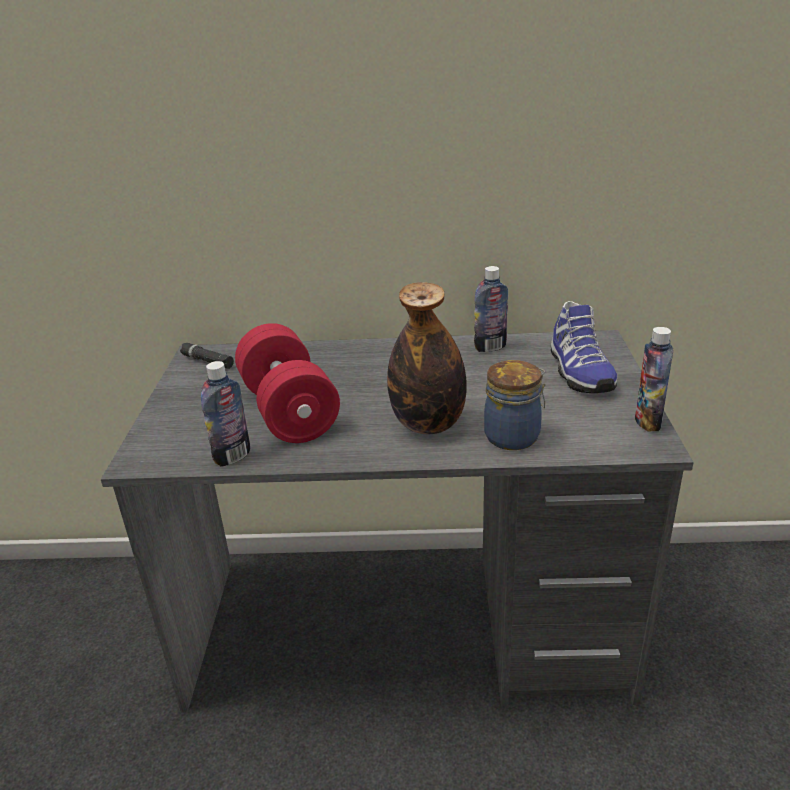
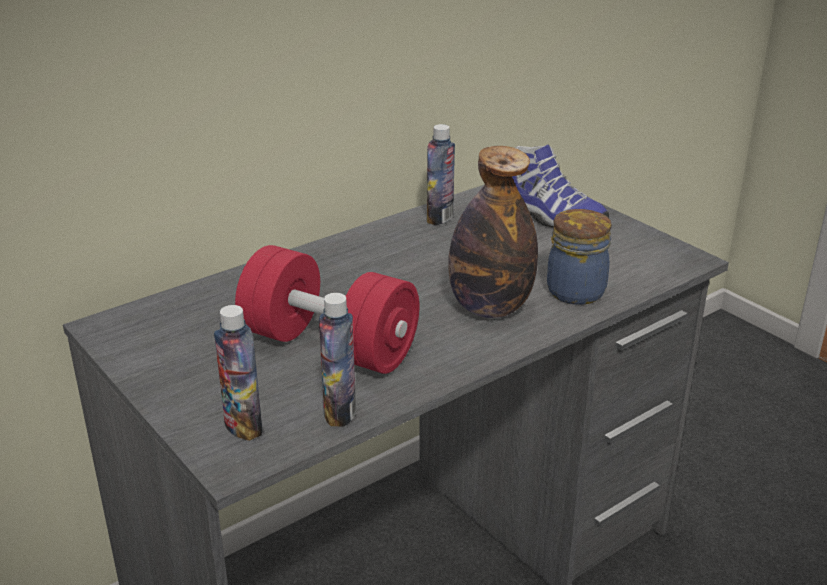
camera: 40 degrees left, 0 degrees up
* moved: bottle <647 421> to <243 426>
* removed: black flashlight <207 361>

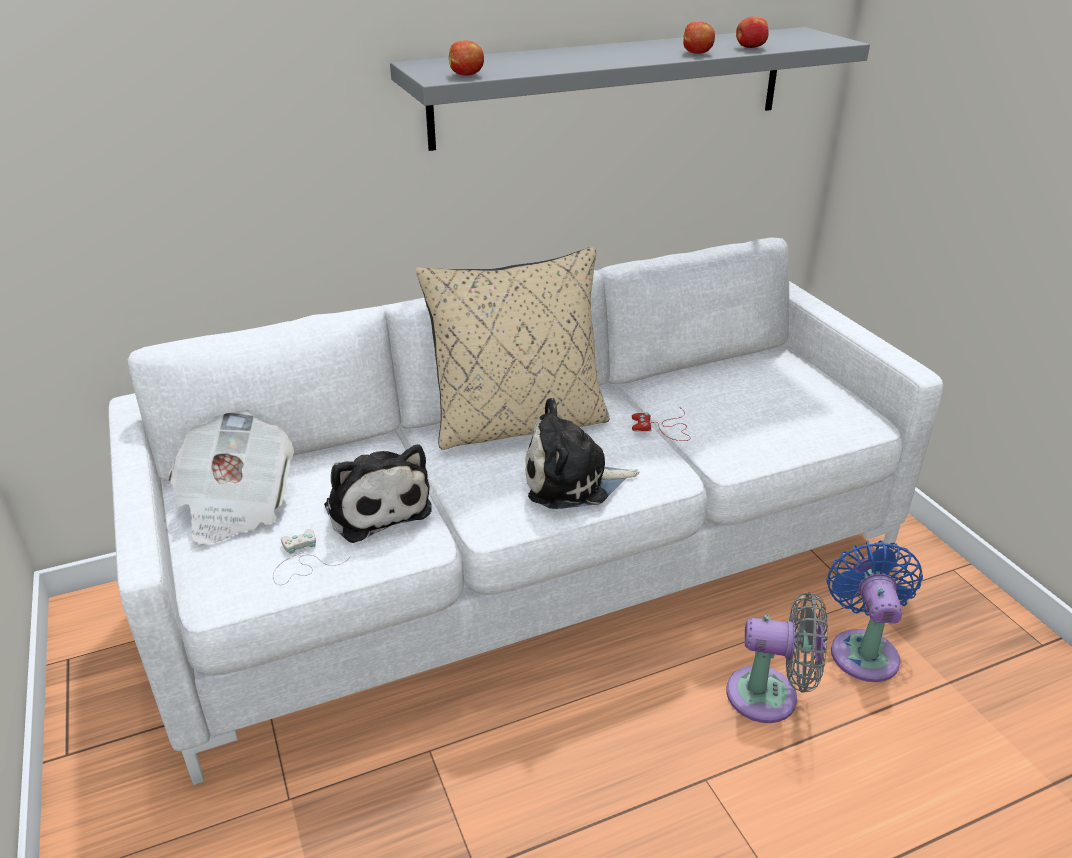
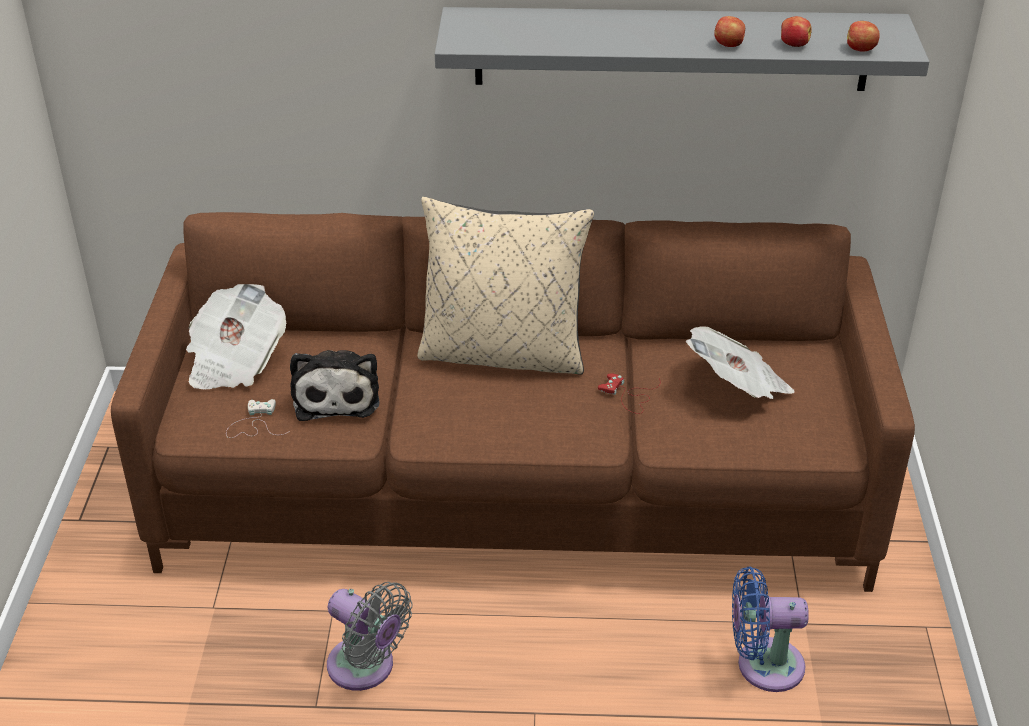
camera: 25 degrees right, 5 degrees up
* recoloured: white sofa <536 568> to brown sofa <514 491>
* moved: grey fan <770 696> to <366 668>
* added: newspaper <737 387>
* turned: blue fan <863 650> = <763 665> 120 degrees counterclockwise
* moved: apple <467 75> to <861 49>
* removed: plush toy <572 481>

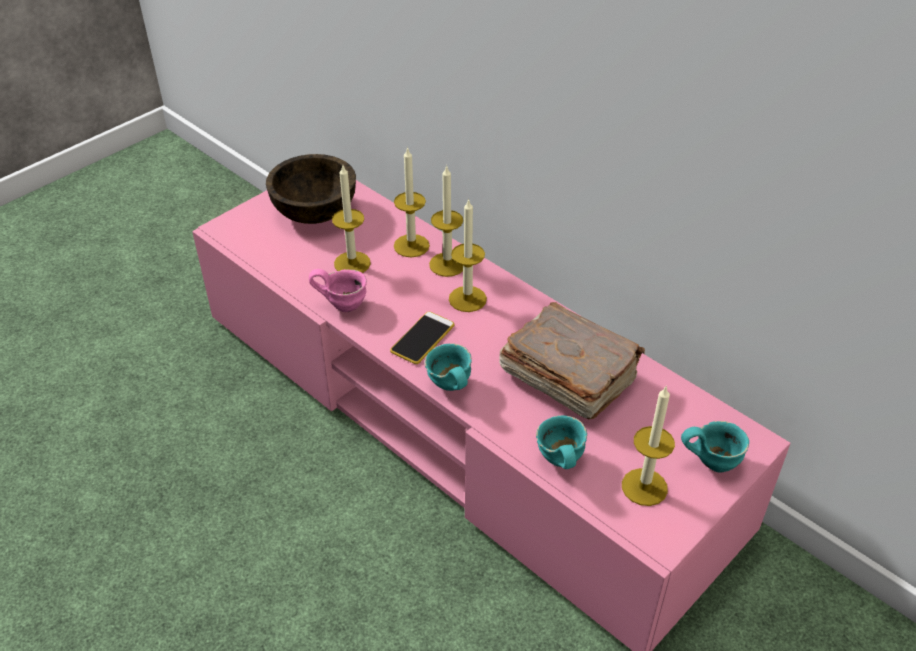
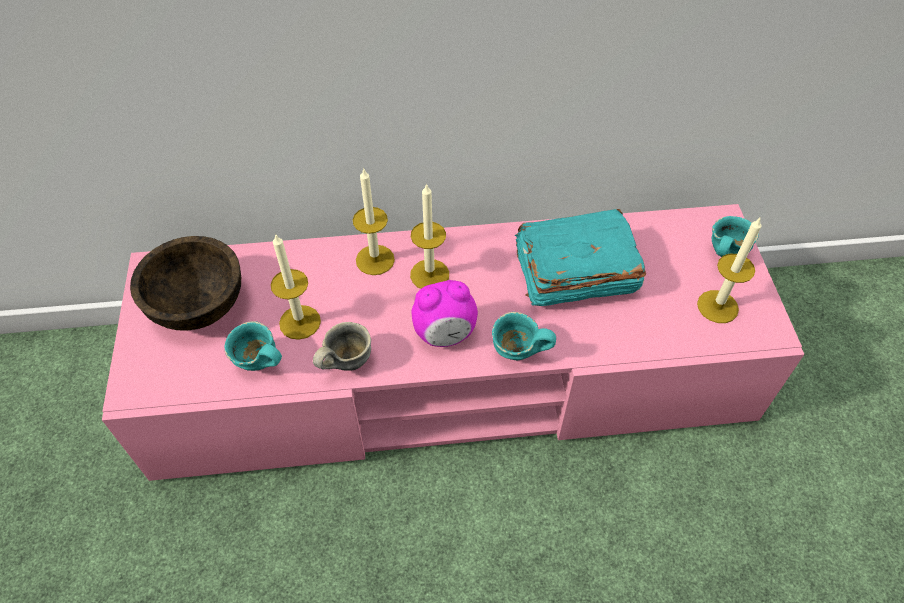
camera: 50 degrees left, 10 degrees up
* moved: turquoise mug <558 462> to <258 365>
* recoloured: pink mug <343 304> to grey mug <345 362>
* replaced: phone <422 338> to alarm clock <445 334>
* recoloured: brown book <567 375> to turquoise book <573 273>
* removed: candle <411 245>

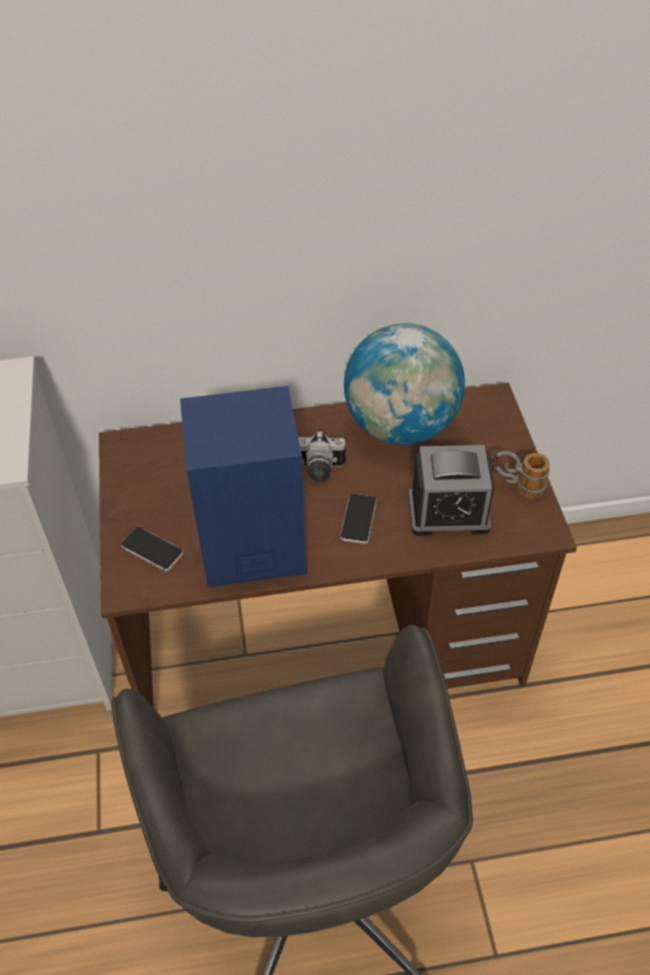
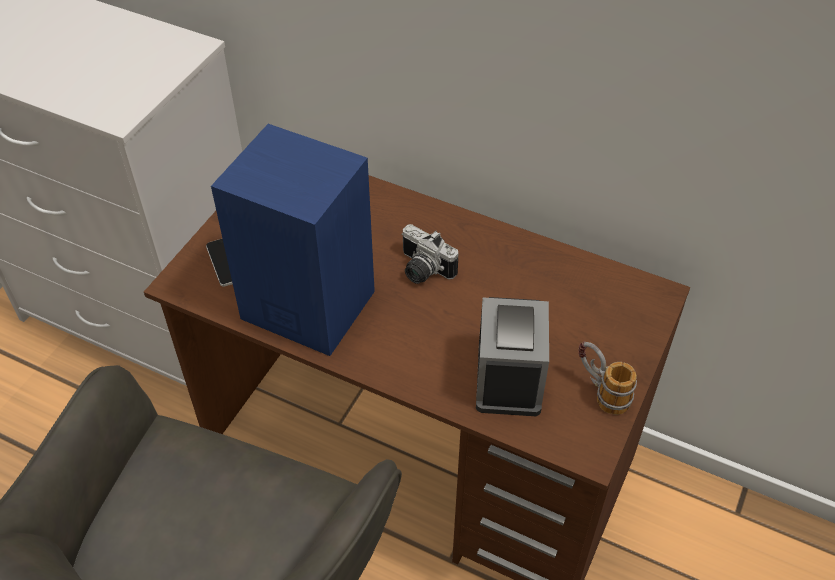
camera: 35 degrees right, 0 degrees up
* turned: alarm clock <448 512> = <509 377> 120 degrees counterclockwise
* removed: phone <358 519>
* removed: globe <401 427>

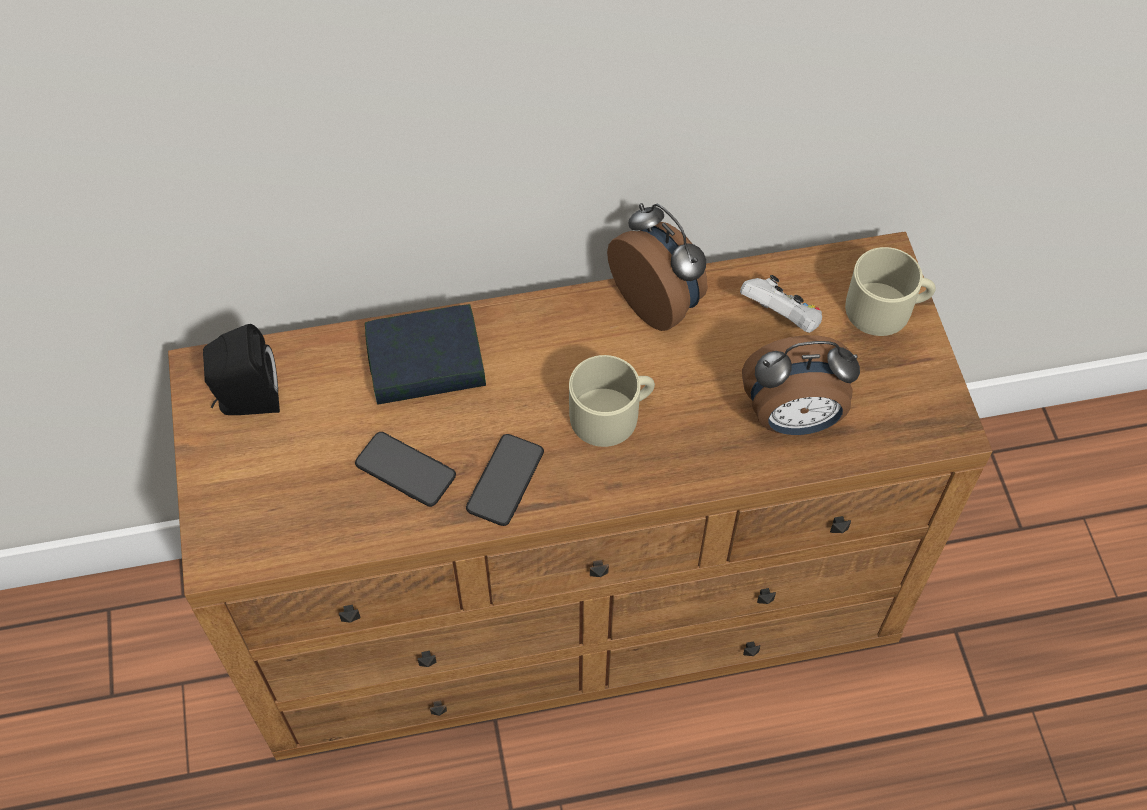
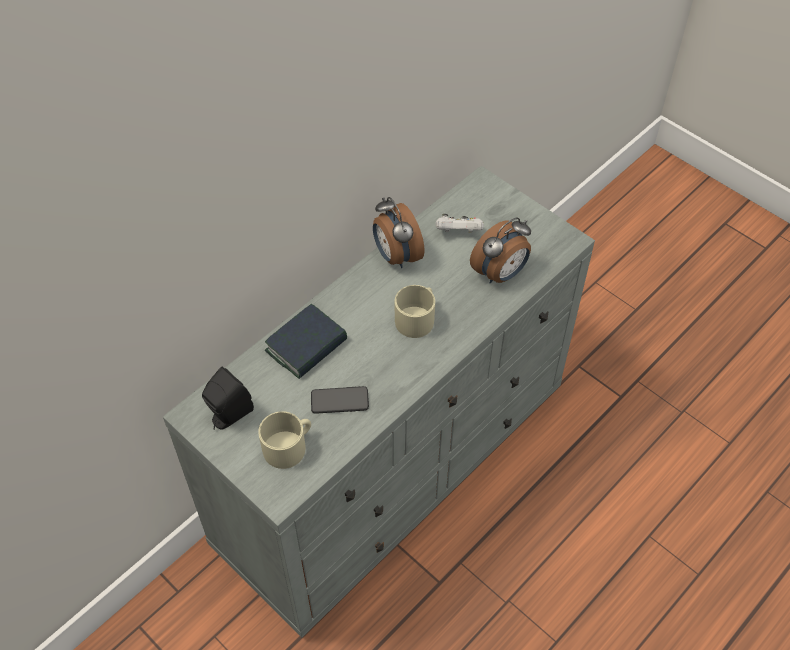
camera: 35 degrees left, 5 degrees down
* recoloured: brown dresser <577 604> to grey dresser <395 463>
* moved: beige mug <886 308> to <289 446>
* turned: alarm clock <658 302> = <396 256> 135 degrees counterclockwise
* removed: phone <505 480>

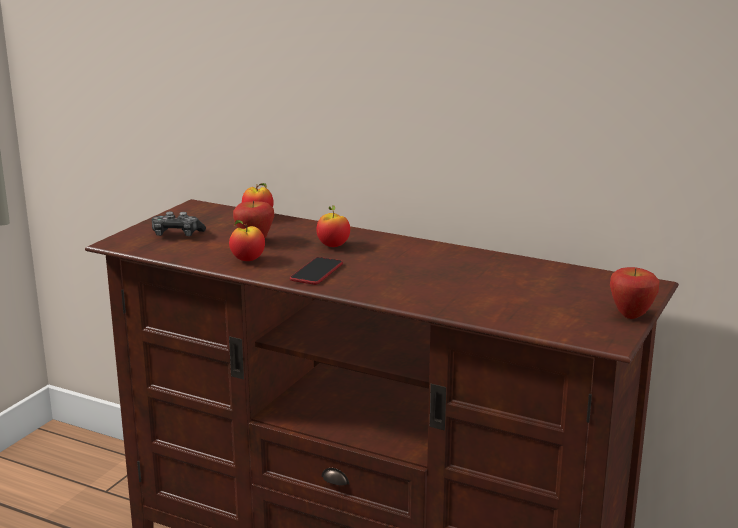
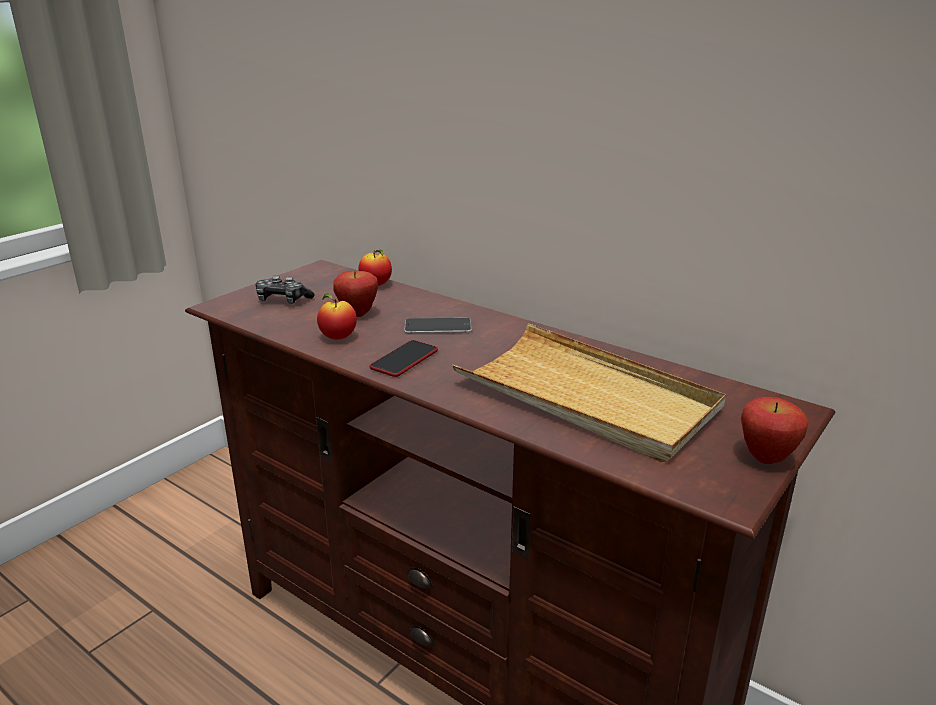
camera: 10 degrees right, 5 degrees up
* replaced: apple <333 246> to phone <438 326>
* added: beige tray <586 397>

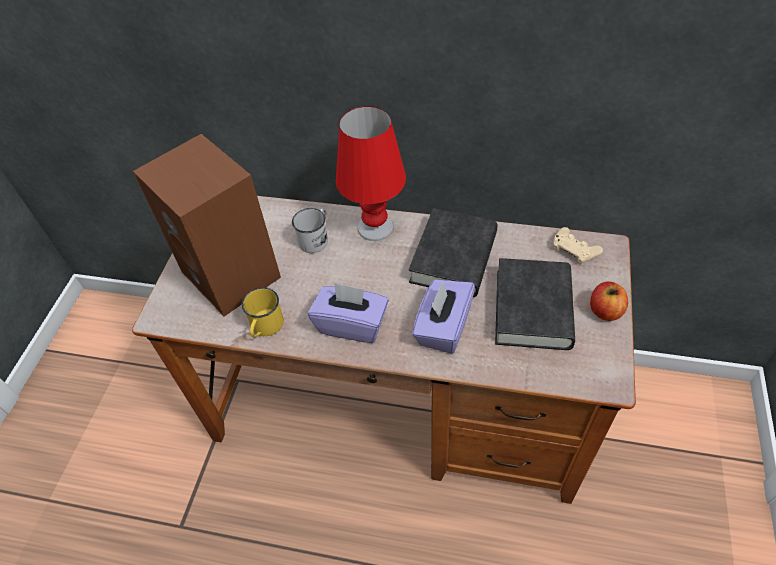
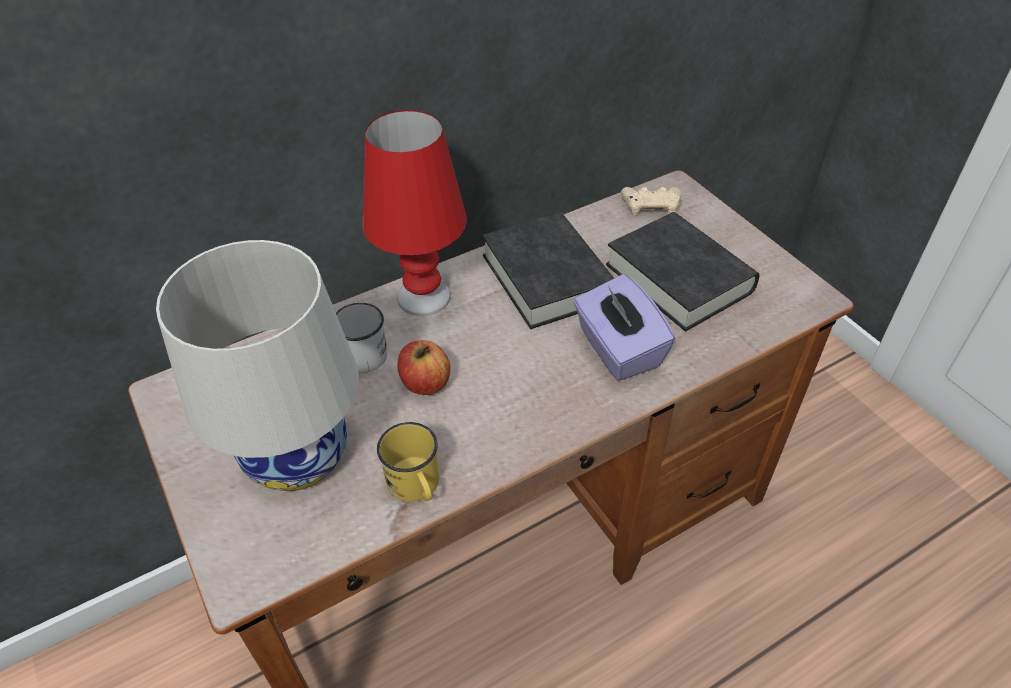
camera: 45 degrees left, 5 degrees down
* replaced: brown speaker <234 275> to white table lamp <298 457>
* moved: apple <605 311> to <425 383>
* removed: purple tissue box <352 324>

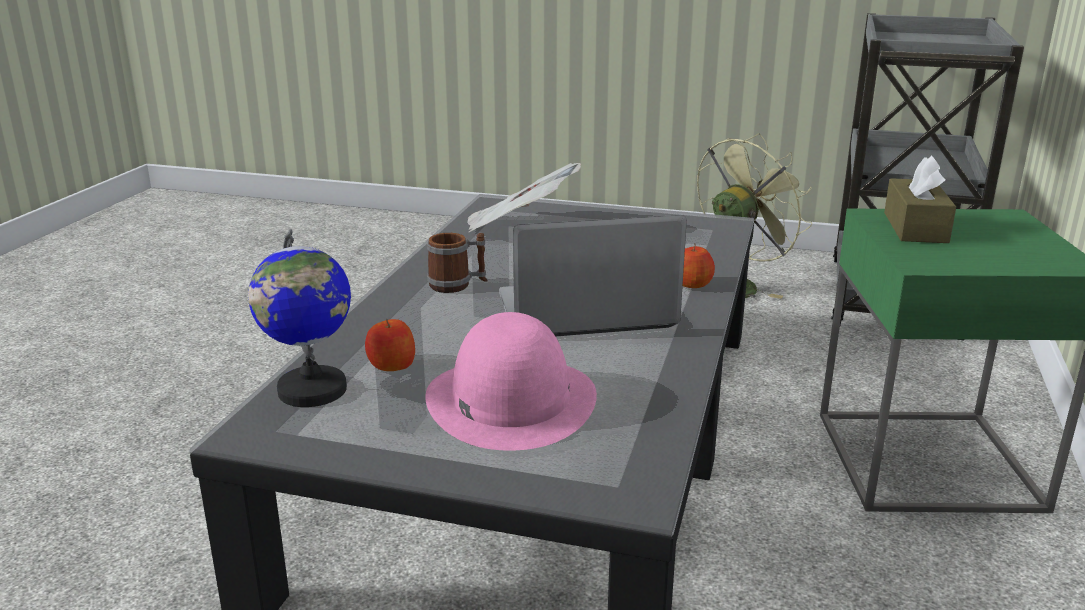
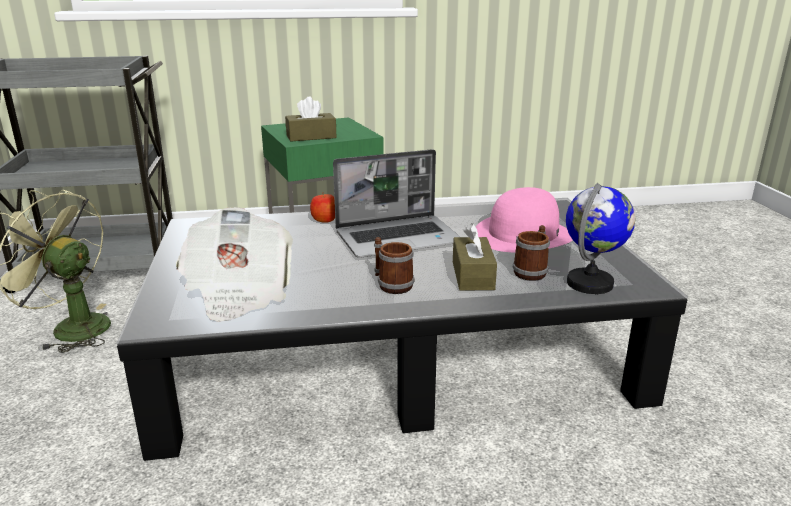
camera: 115 degrees left, 0 degrees up
* turned: laptop <584 313> = <399 238> 75 degrees counterclockwise
* added: brown tissue box <472 275>
* replaced: apple <391 365> to mug <532 271>

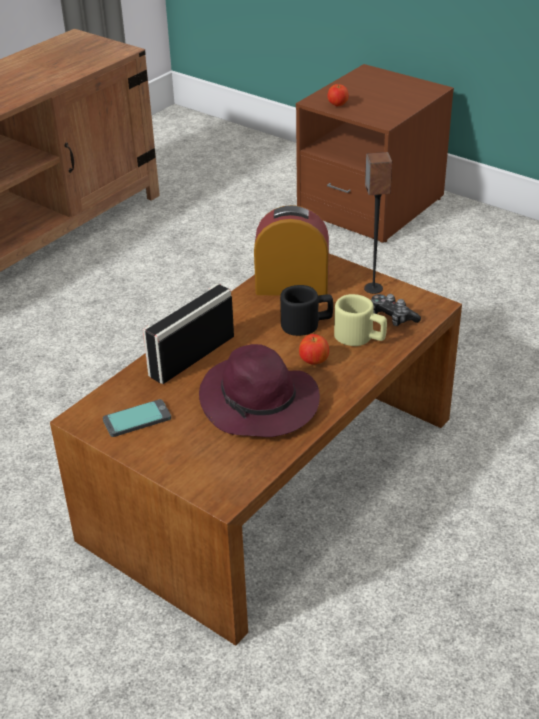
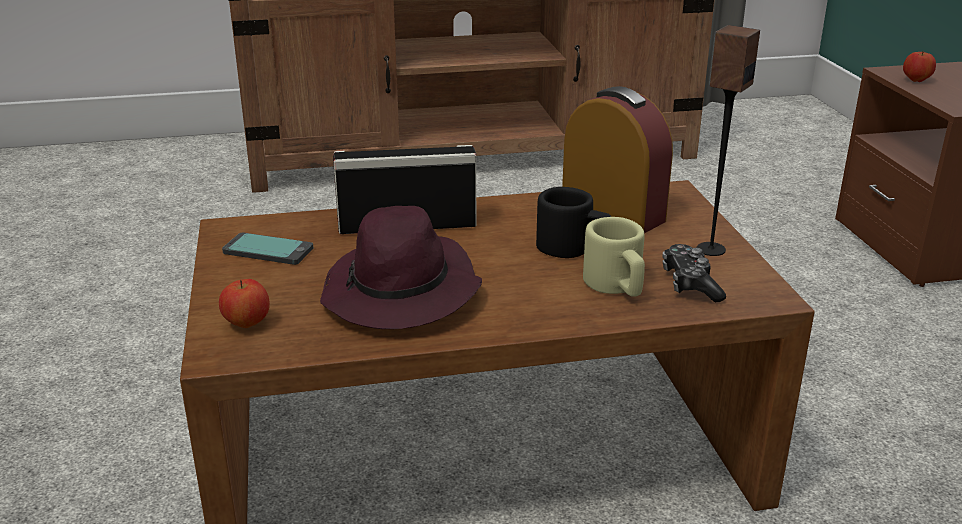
camera: 40 degrees right, 10 degrees down
* moved: apple <314 361> to <247 324>

